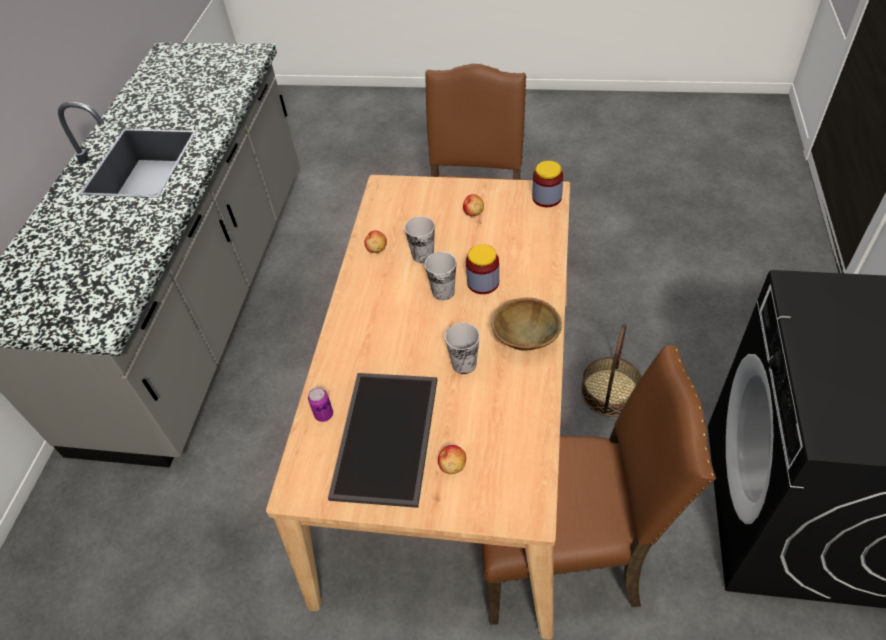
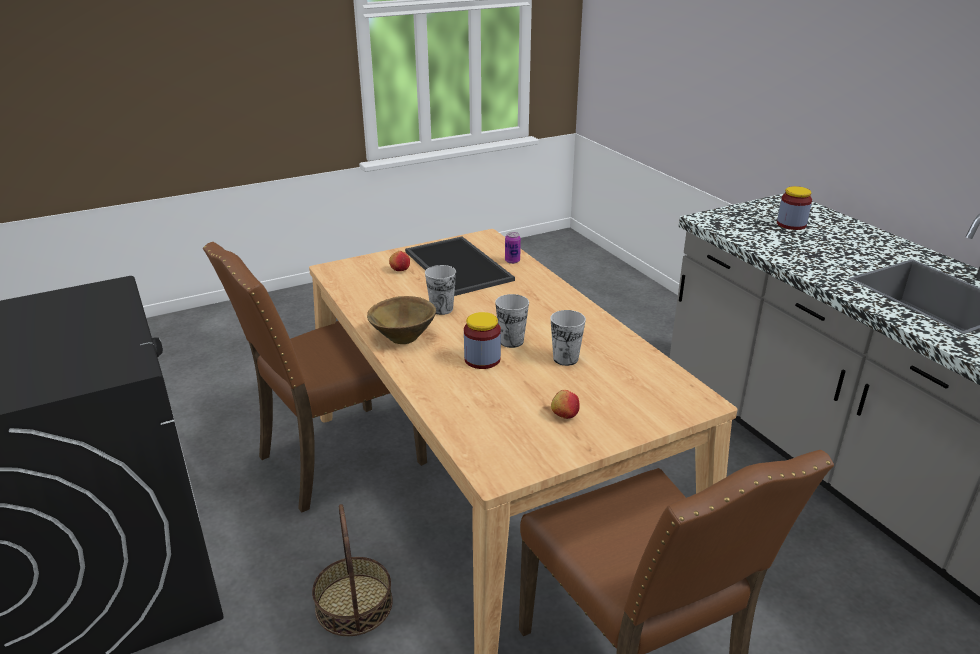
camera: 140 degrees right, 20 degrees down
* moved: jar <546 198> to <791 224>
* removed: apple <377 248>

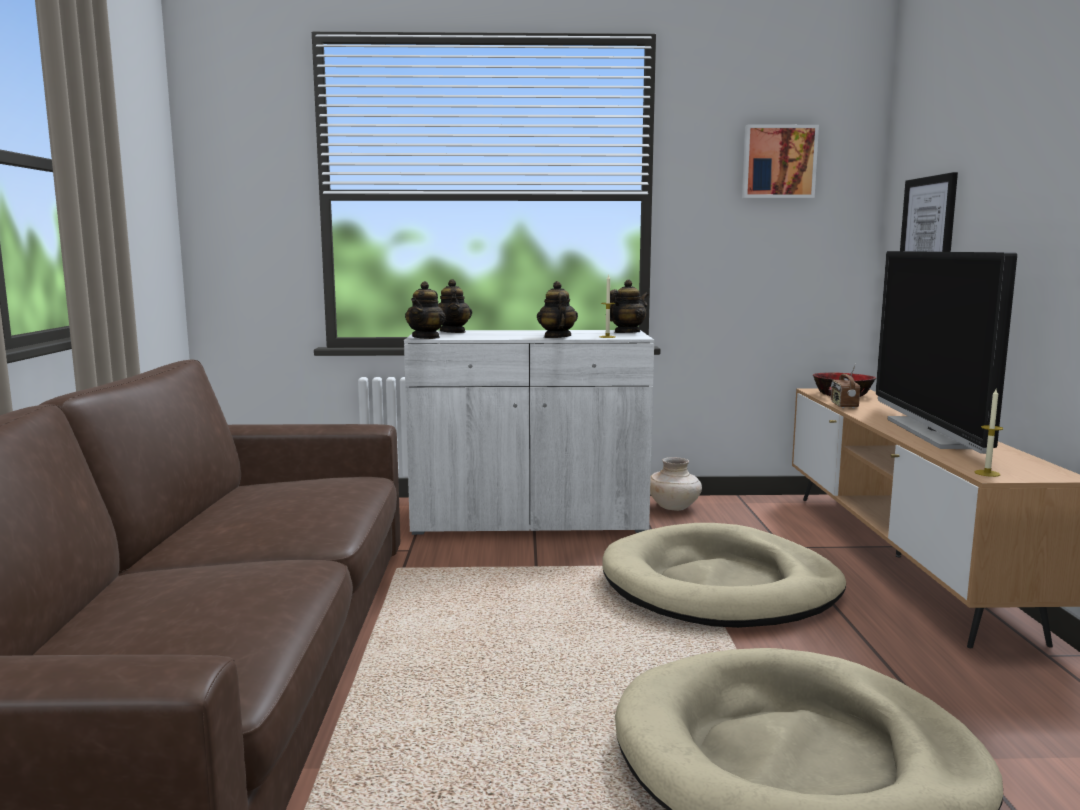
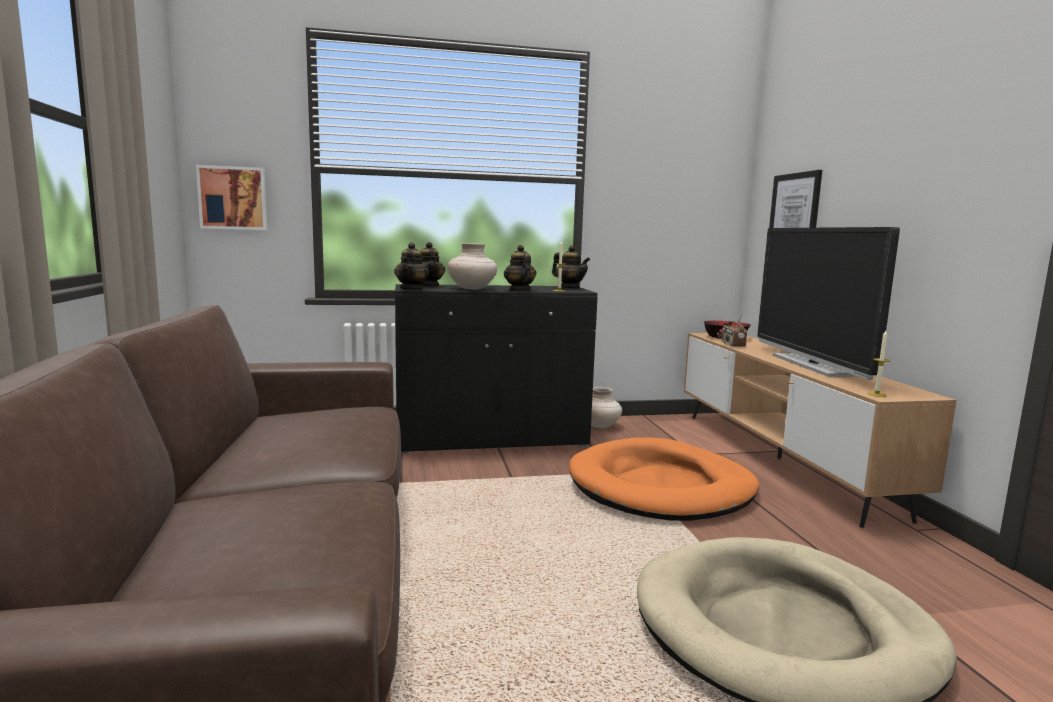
camera: 10 degrees left, 0 degrees up
* moved: picture <778 162> to <233 198>
* recoloured: white cabinet <529 520> to black cabinet <491 439>
* added: beige vase <472 289>
* turned: teapot <626 333> = <569 288> 90 degrees clockwise
* recoloured: beige dog bed <720 585> to orange dog bed <661 487>

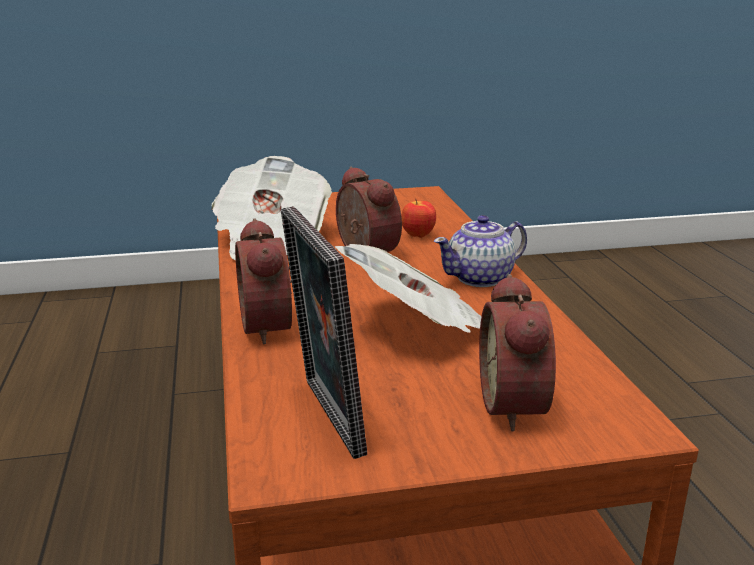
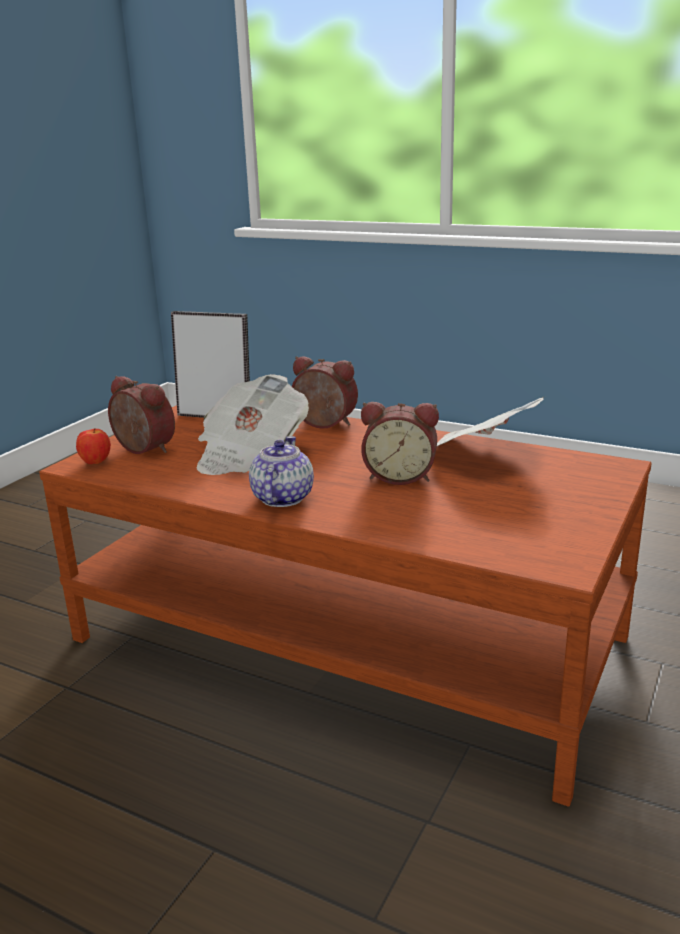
camera: 130 degrees right, 0 degrees up
* moved: apple <418 236> to <96 462>

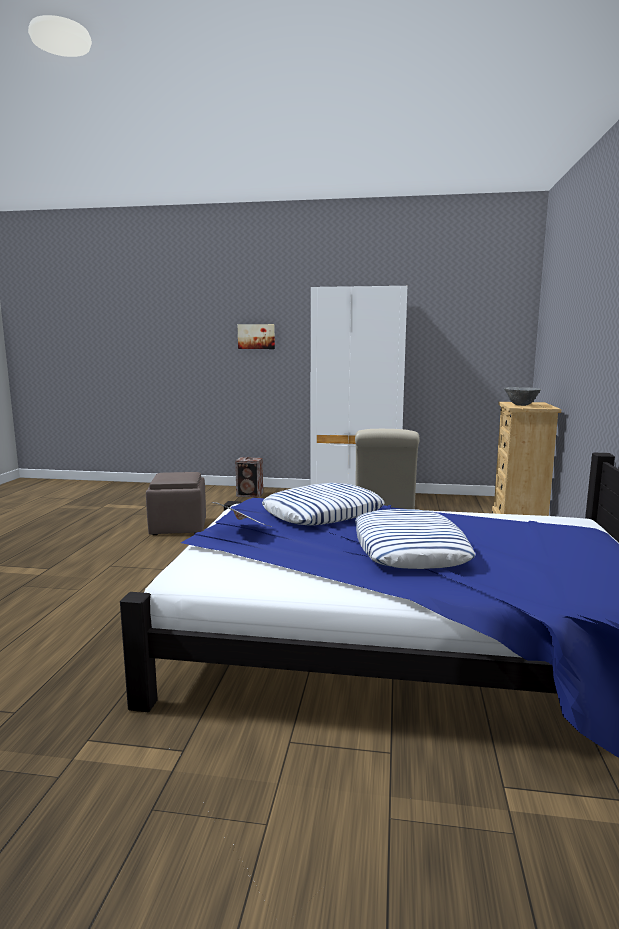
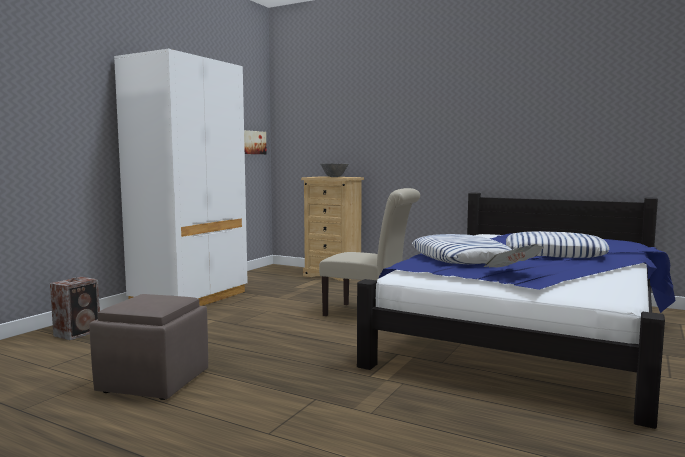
camera: 70 degrees left, 5 degrees down
* moved: picture <256 336> to <253 142>

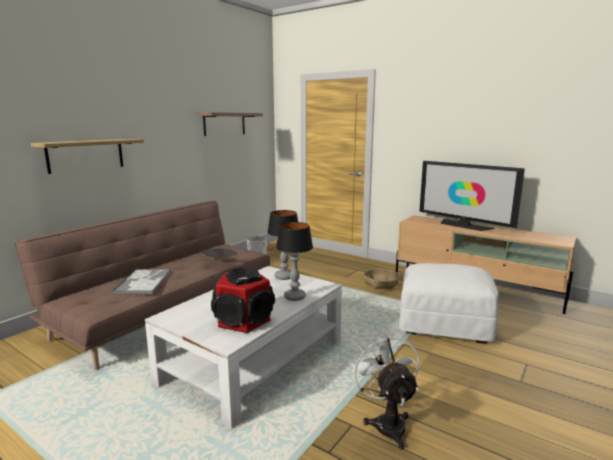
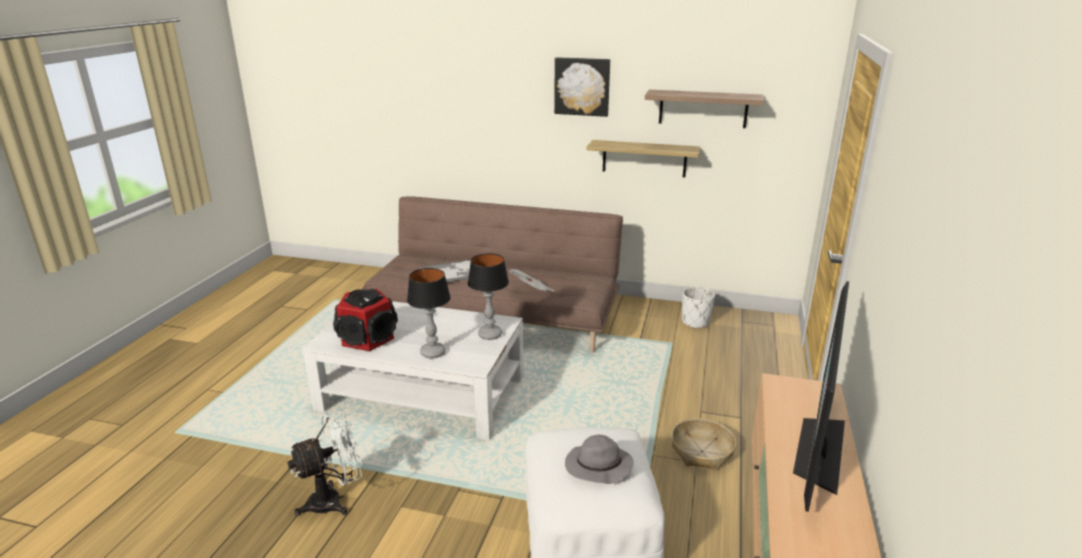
camera: 70 degrees right, 10 degrees up
* added: picture <582 86>
* added: grey hat <597 467>
* moved: shelf <86 155> to <644 158>

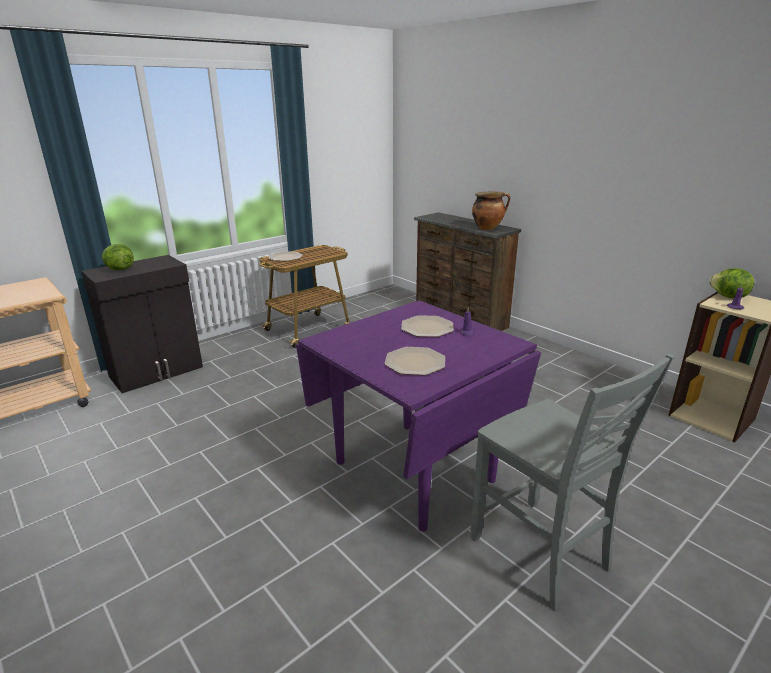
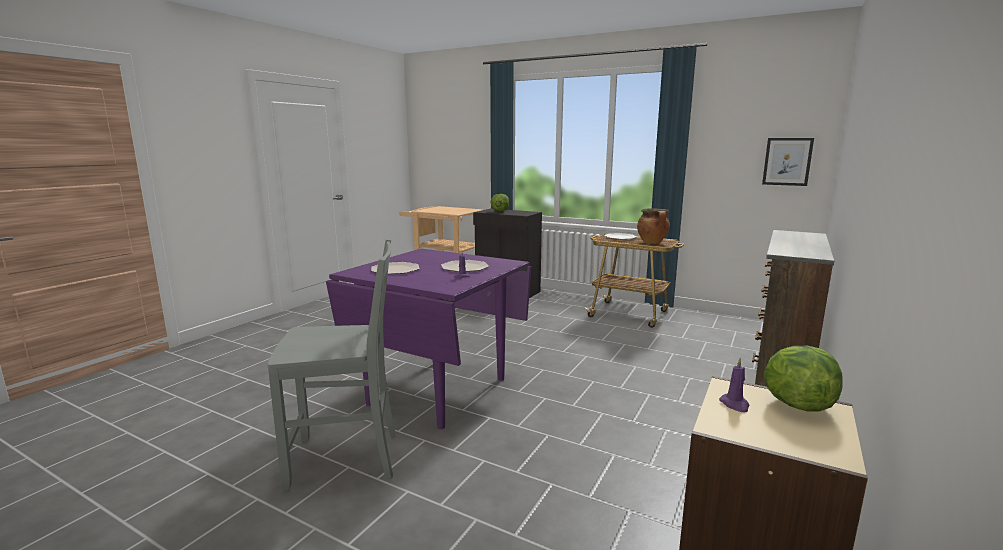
camera: 70 degrees right, 10 degrees down
* turned: grey chair <541 554> = <347 459> 135 degrees counterclockwise
* moved: cooking pot <488 228> to <652 243>
* added: picture <787 161>

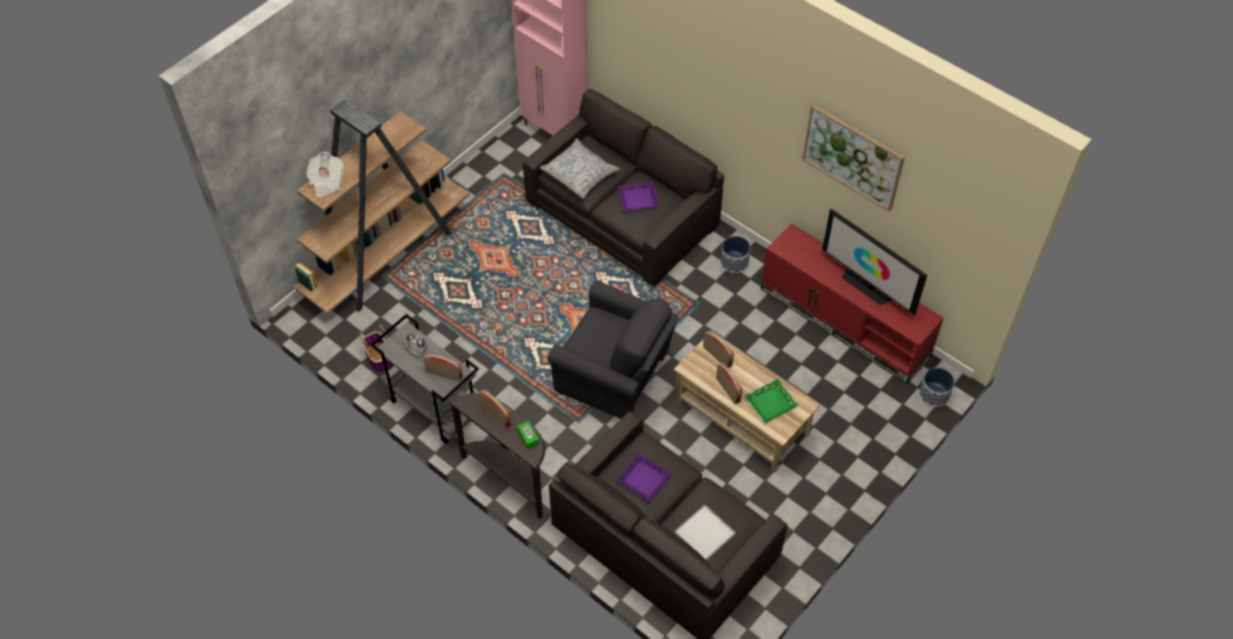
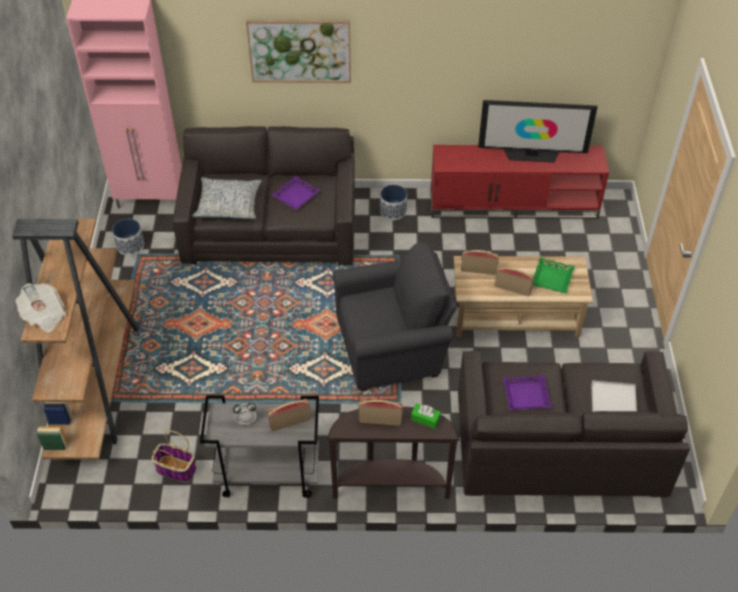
camera: 40 degrees left, 5 degrees down
* moved: planter <934 394> to <130 245>
* moved: picture <853 156> to <300 50>

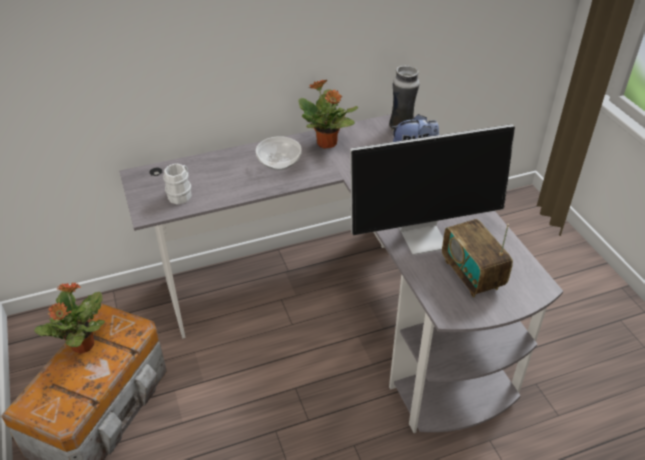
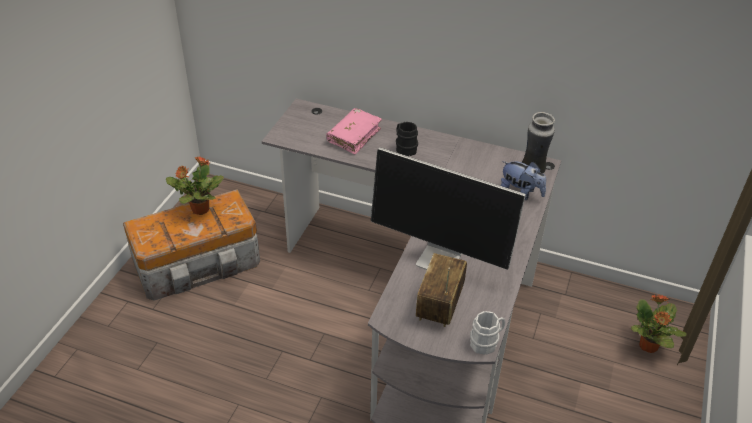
camera: 40 degrees right, 0 degrees up
* added: pink book <354 136>
* replaced: bowl <278 163> to black mug <404 148>
* moved: white mug <181 194> to <486 342>
* moved: potted plant <327 143> to <648 346>

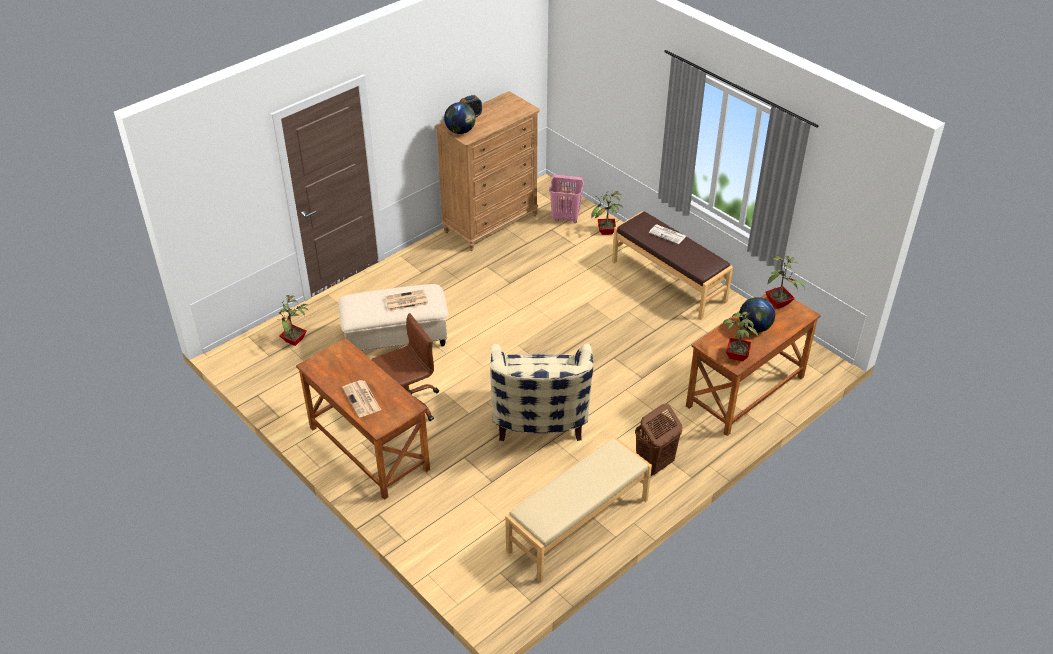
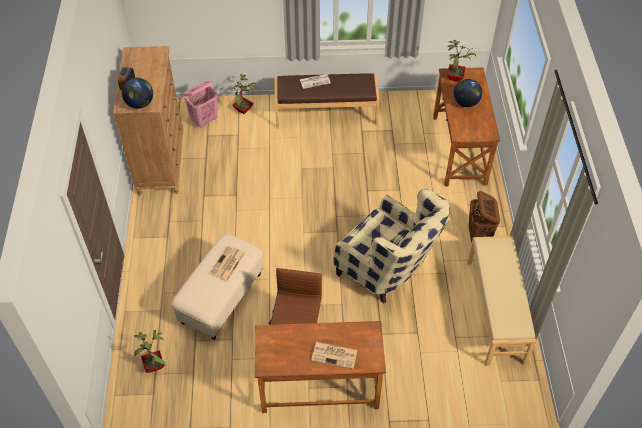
camera: 50 degrees left, 10 degrees up
* removed: potted plant <736 355>

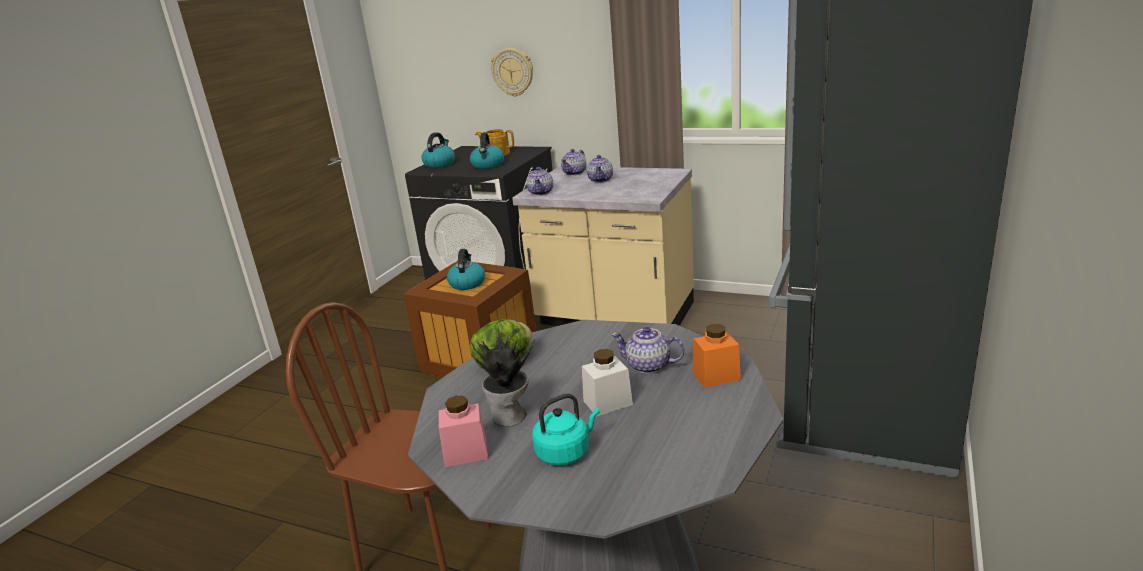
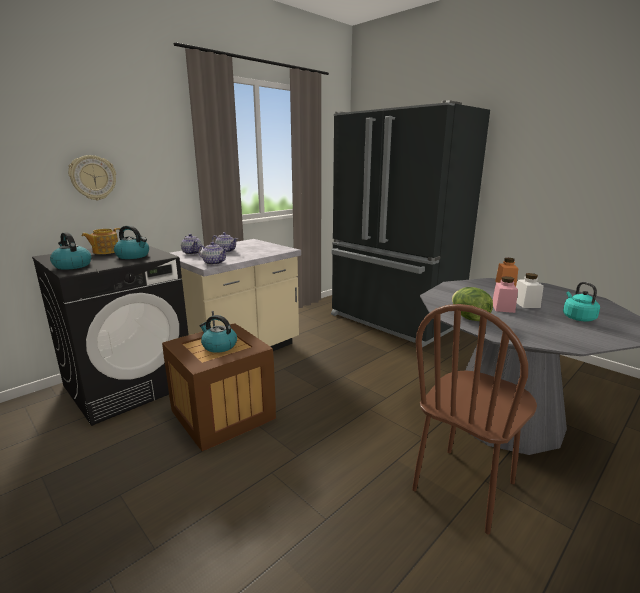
camera: 70 degrees left, 5 degrees down
* moved: pink jar <465 452> to <503 308>
* removed: potted plant <510 417>
* removed: teapot <649 366>

